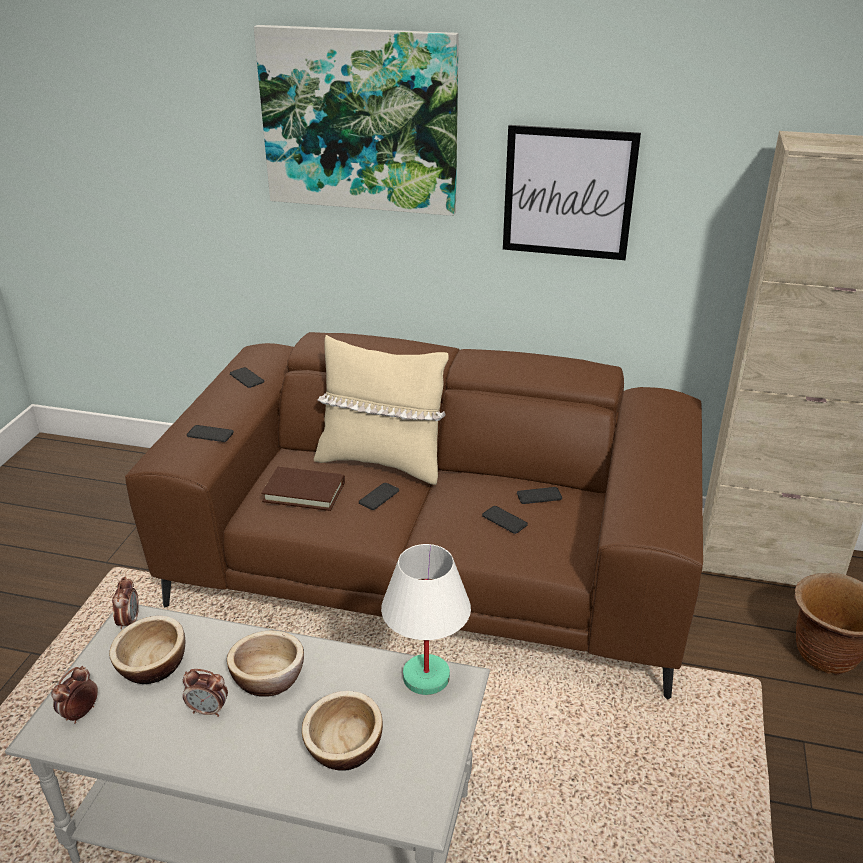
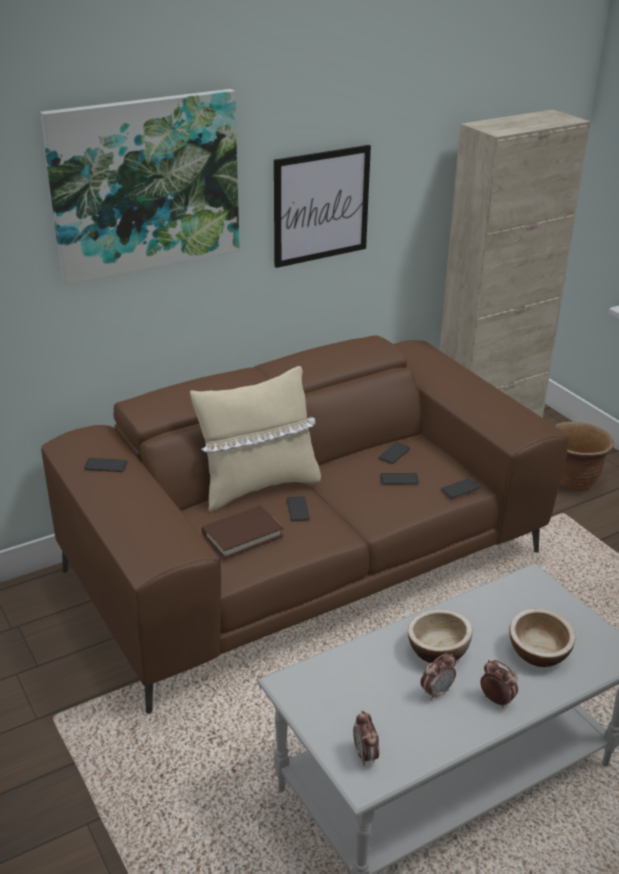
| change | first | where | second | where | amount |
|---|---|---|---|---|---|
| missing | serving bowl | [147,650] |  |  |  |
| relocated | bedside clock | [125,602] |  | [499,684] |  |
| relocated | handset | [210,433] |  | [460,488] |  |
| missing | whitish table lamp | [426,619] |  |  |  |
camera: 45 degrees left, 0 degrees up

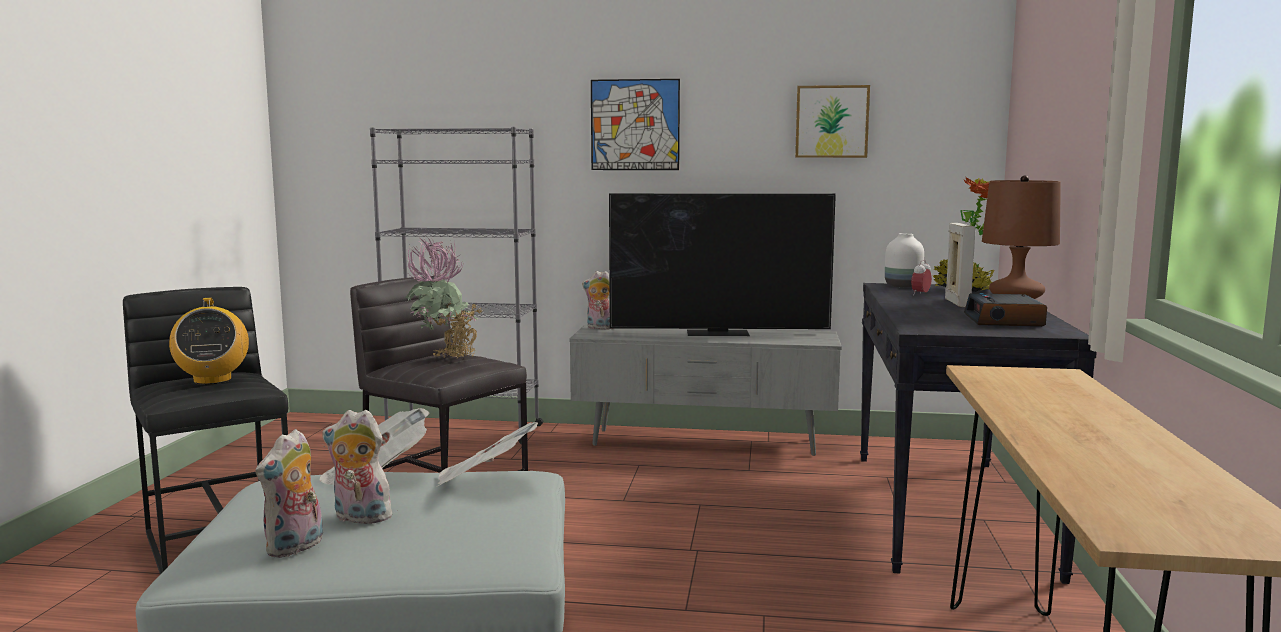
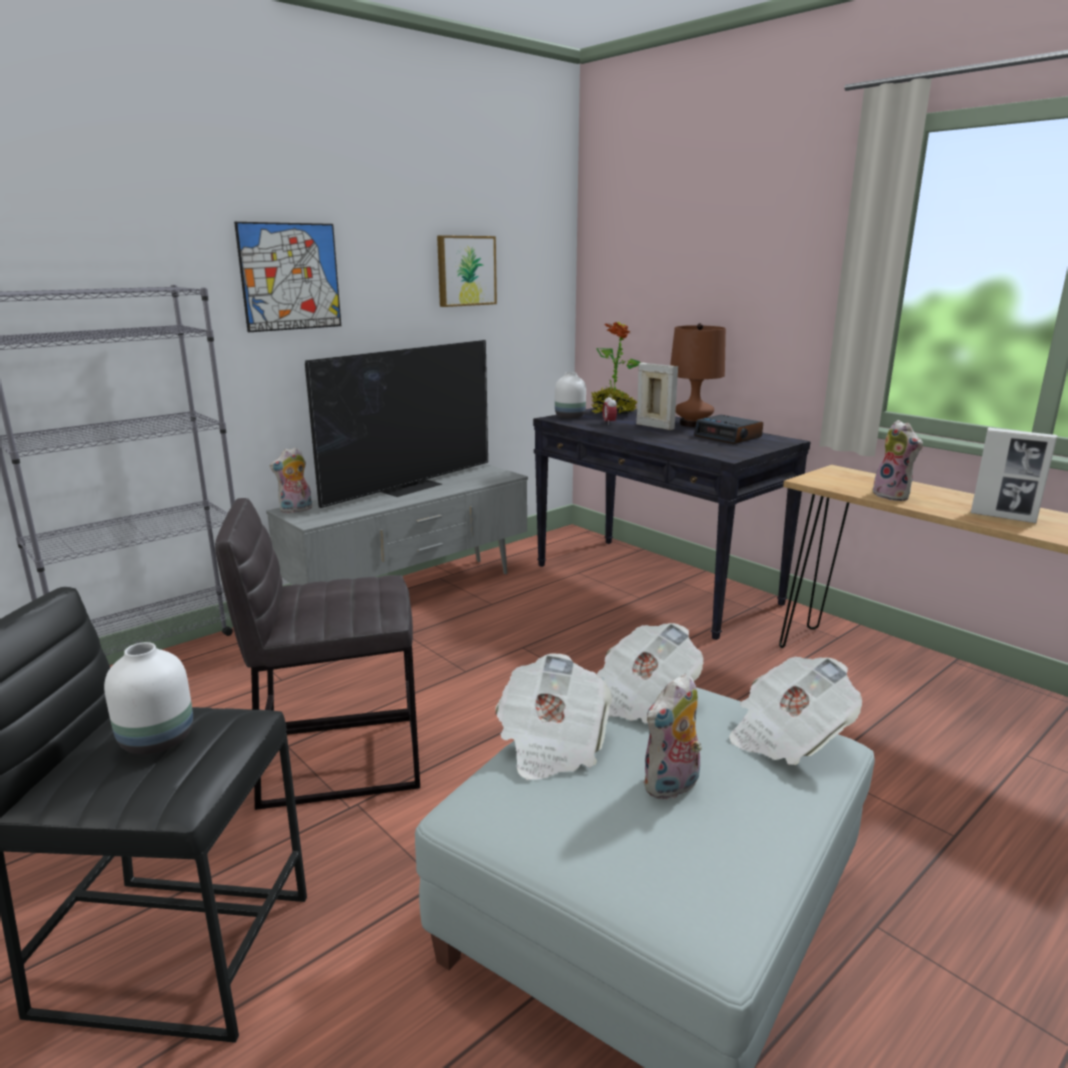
| change | first | where | second | where | amount |
|---|---|---|---|---|---|
| exchanged | radio set | [209,341] | whitish decorative vase | [148,698] |  |
| relocated | plush toy | [289,493] |  | [898,460] |  |
| missing | plant in a pot | [445,297] |  |  |  |
| appeared |  |  | printed paper | [795,711] |  |
| appeared |  |  | photo frame | [1013,475] |  |
camera: 50 degrees left, 10 degrees up

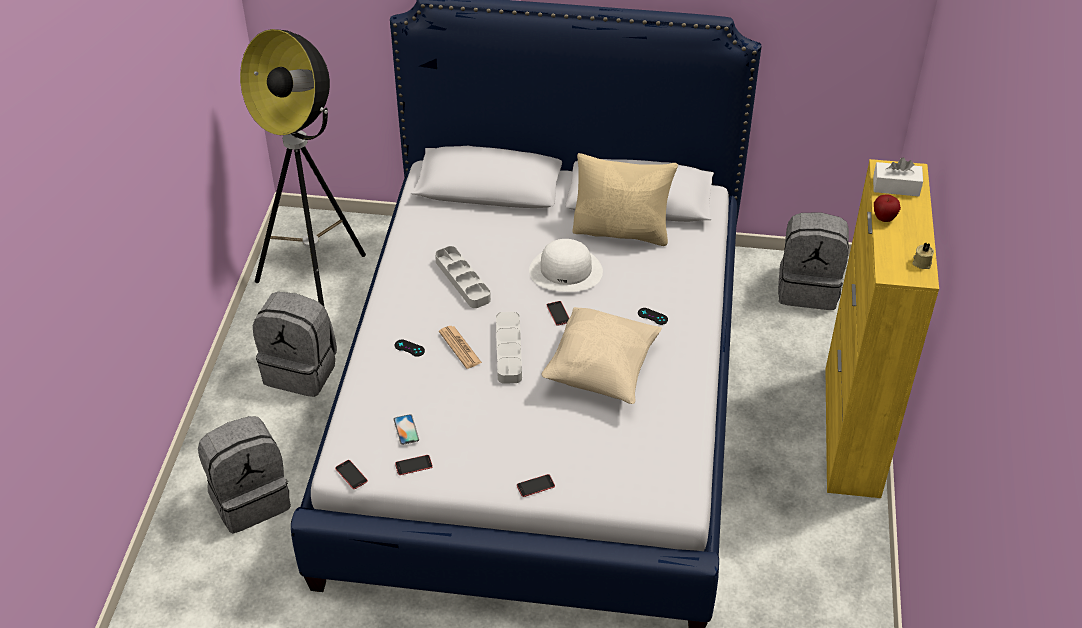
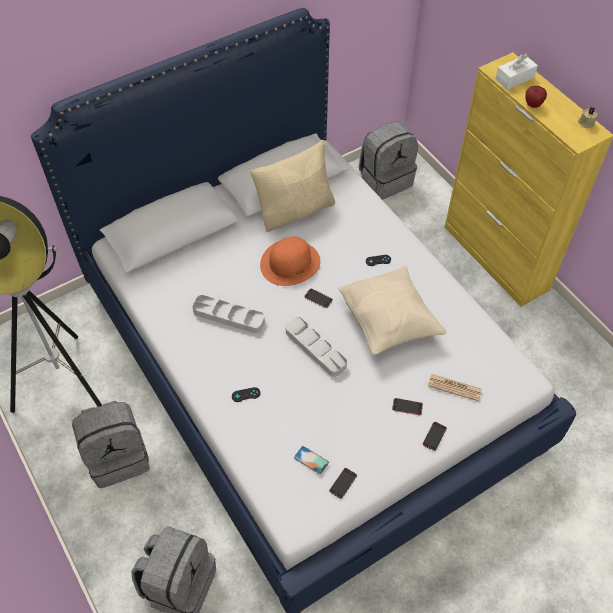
| change | first | where | second | where | amount |
|---|---|---|---|---|---|
| relocated | handset | [351,474] |  | [407,406] |  |
| relocated | printed paper | [460,347] |  | [455,387] |  |
| colour | whitish hat | [566,265] | orangey hat | [290,261] |  |
camera: 40 degrees left, 10 degrees up

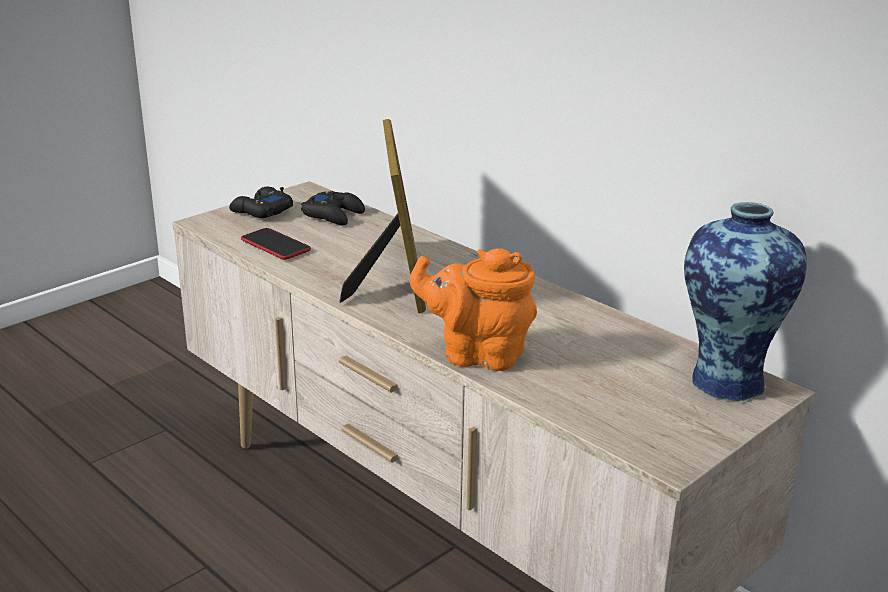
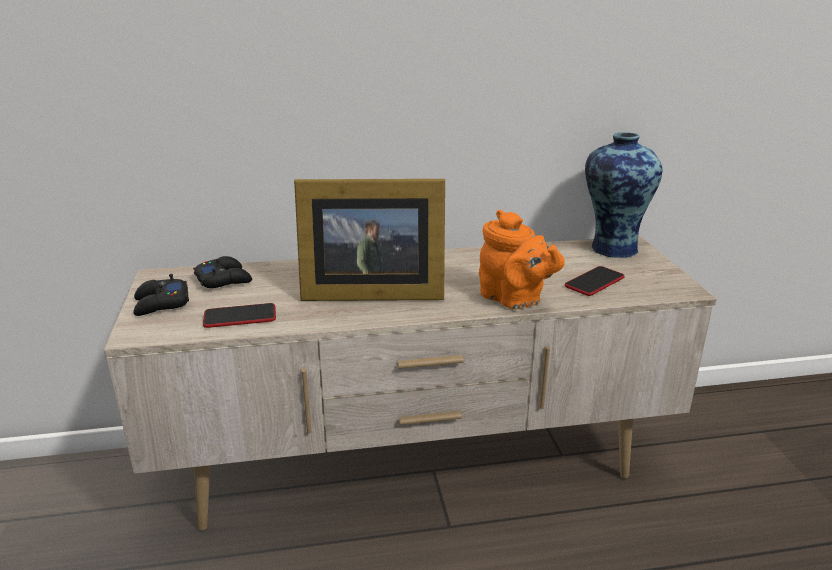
| change | first | where | second | where | amount |
|---|---|---|---|---|---|
| spun | photo frame | [382,216] |  | [369,240] | 150 degrees clockwise |
| spun | orangey tea pot | [473,309] |  | [522,259] | 90 degrees counterclockwise |
| appeared |  |  | handset | [595,281] |  |
camera: 55 degrees left, 0 degrees up

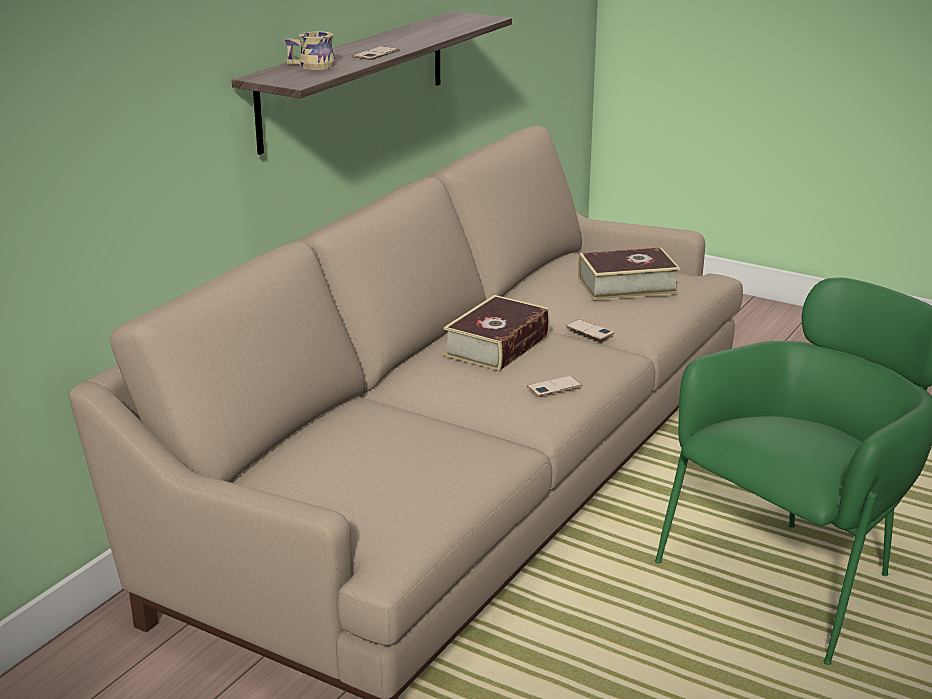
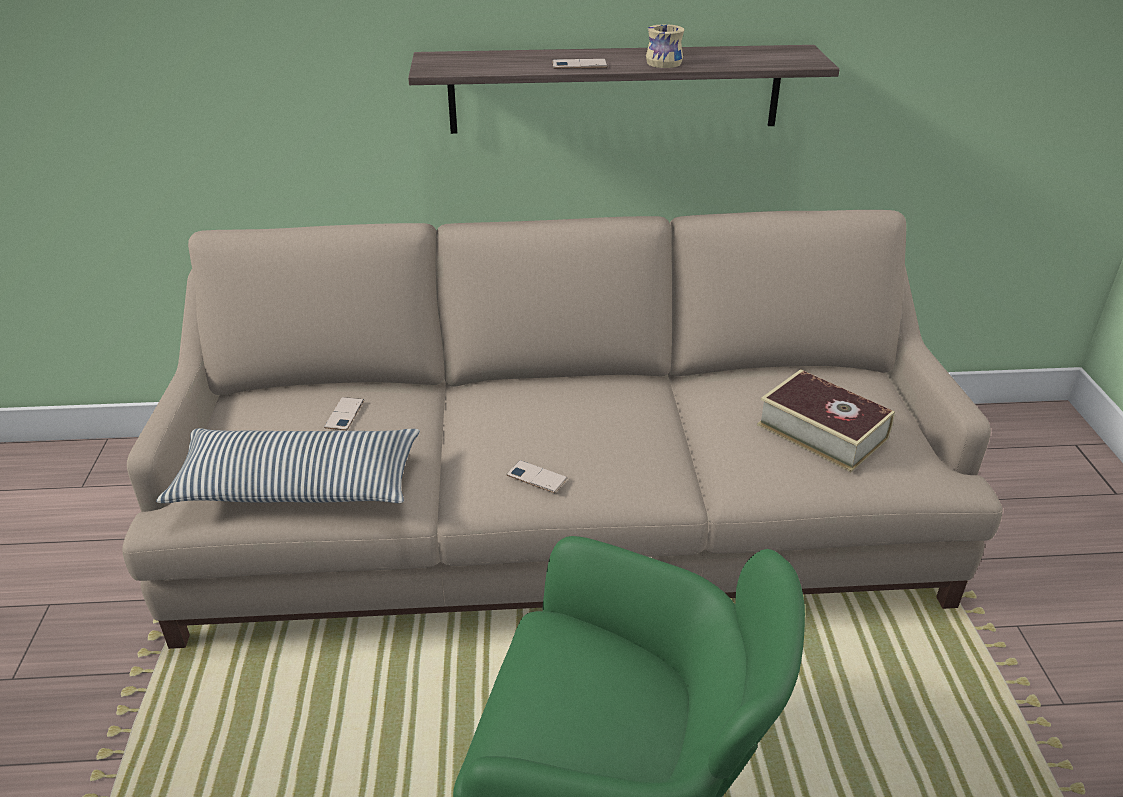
| change | first | where | second | where | amount |
|---|---|---|---|---|---|
| relocated | beige-coloured mug | [310,50] |  | [665,46] |  |
| missing | bound book | [496,333] |  |  |  |
| relocated | handset | [590,329] |  | [344,413] |  |
| appeared |  |  | throw pillow | [288,465] |  |
camera: 55 degrees right, 10 degrees up

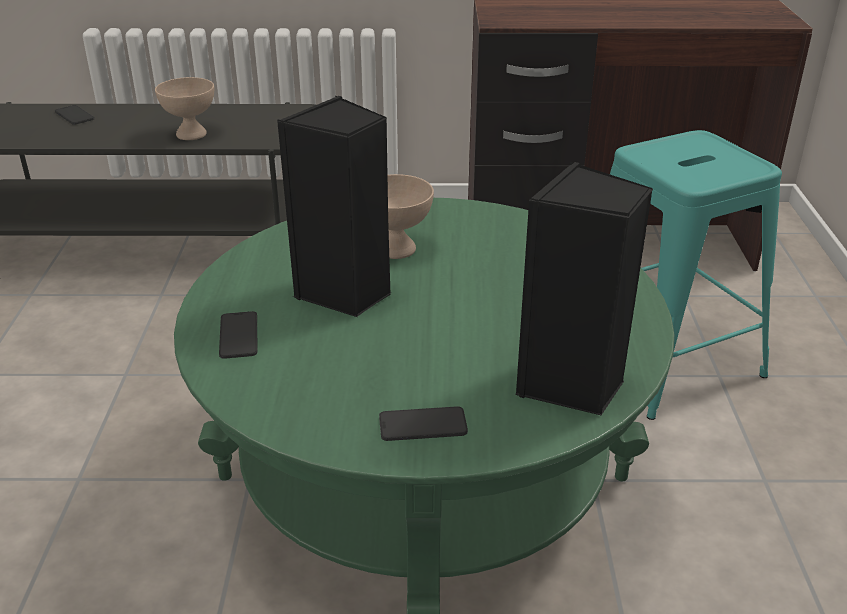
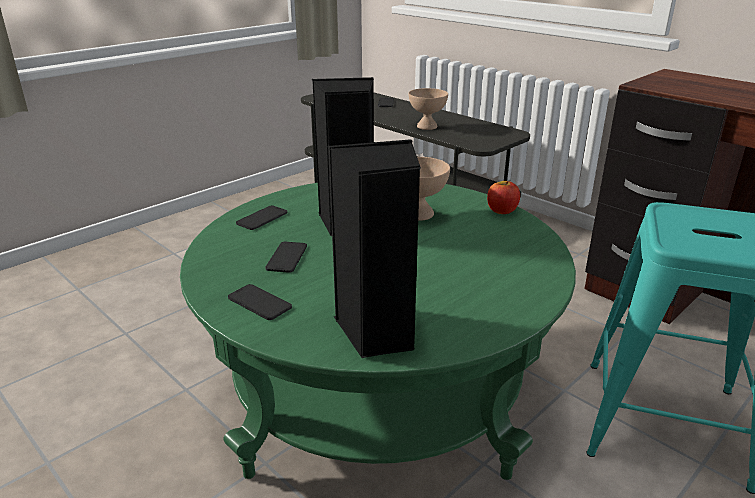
| change | first | where | second | where | amount |
|---|---|---|---|---|---|
| appeared |  |  | handset | [286,257] |  |
| appeared |  |  | apple | [503,197] |  |
camera: 45 degrees right, 5 degrees down

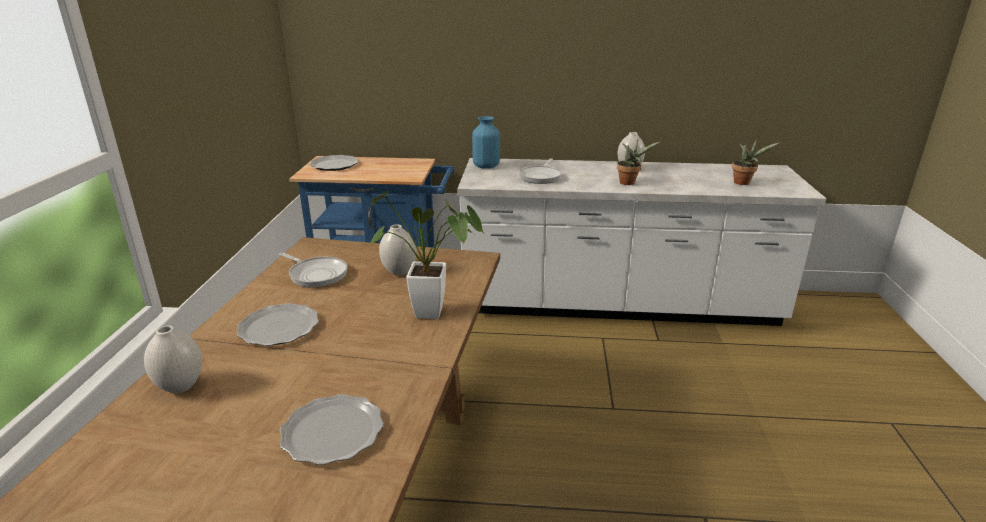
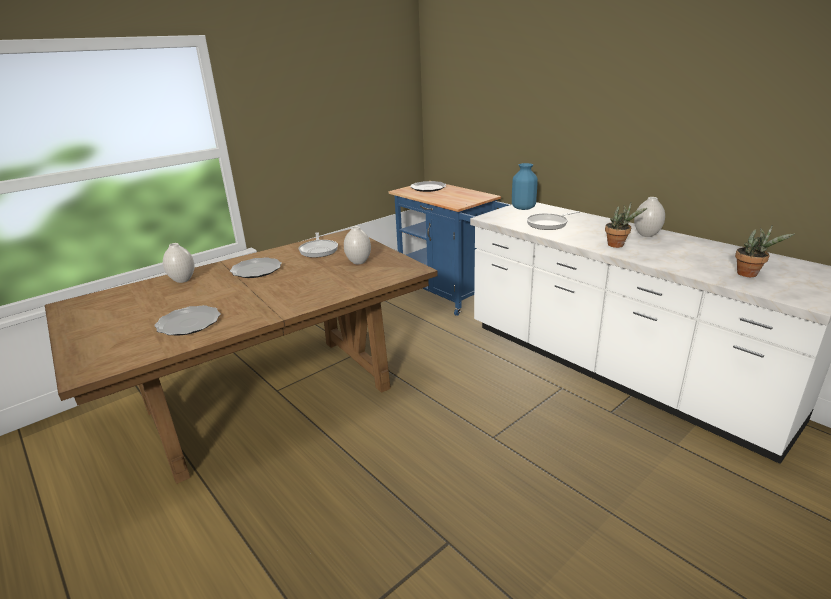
| change | first | where | second | where | amount |
|---|---|---|---|---|---|
| missing | plant in a pot | [426,254] |  |  |  |
camera: 45 degrees right, 0 degrees up

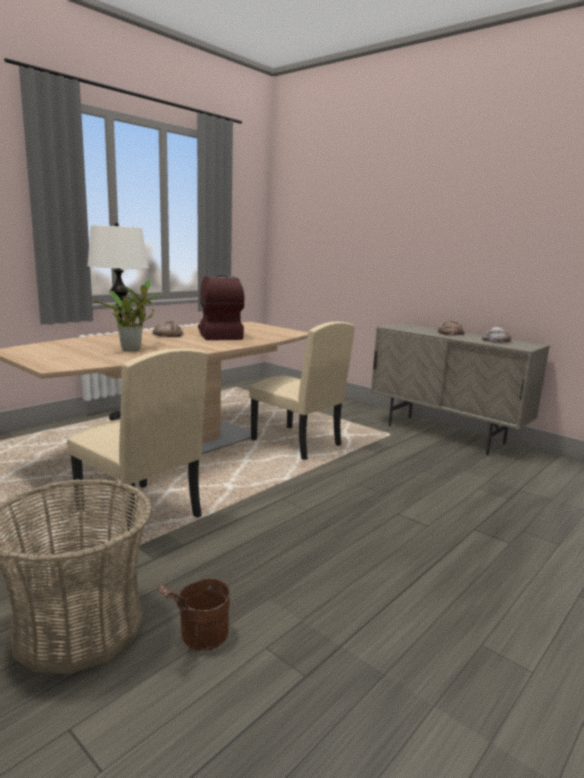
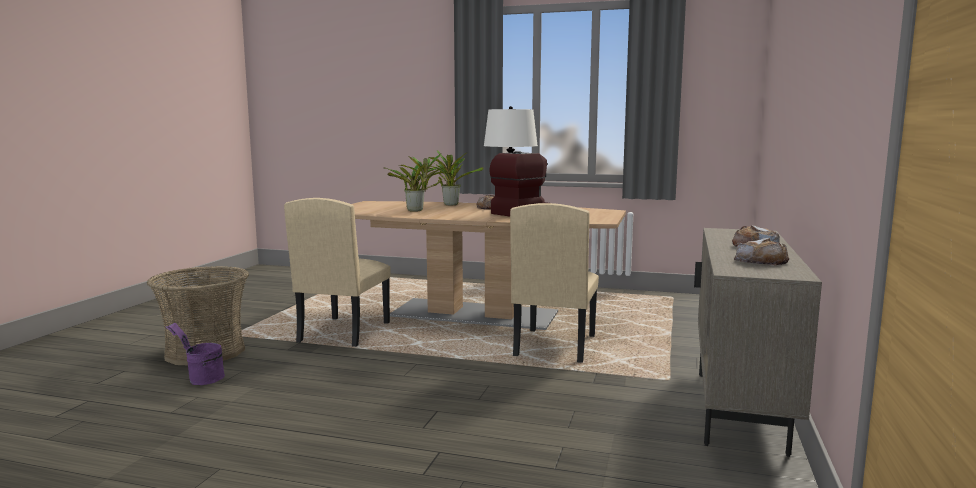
| change | first | where | second | where | amount |
|---|---|---|---|---|---|
| colour | brown water bucket | [193,614] | purplish water bucket | [195,354] |  |
| appeared |  |  | plant in a pot | [456,177] |  |
camera: 65 degrees right, 5 degrees down

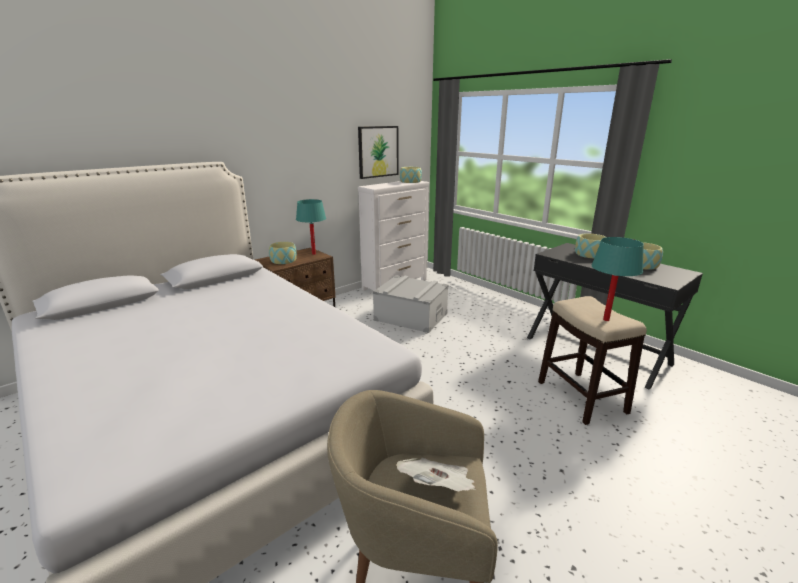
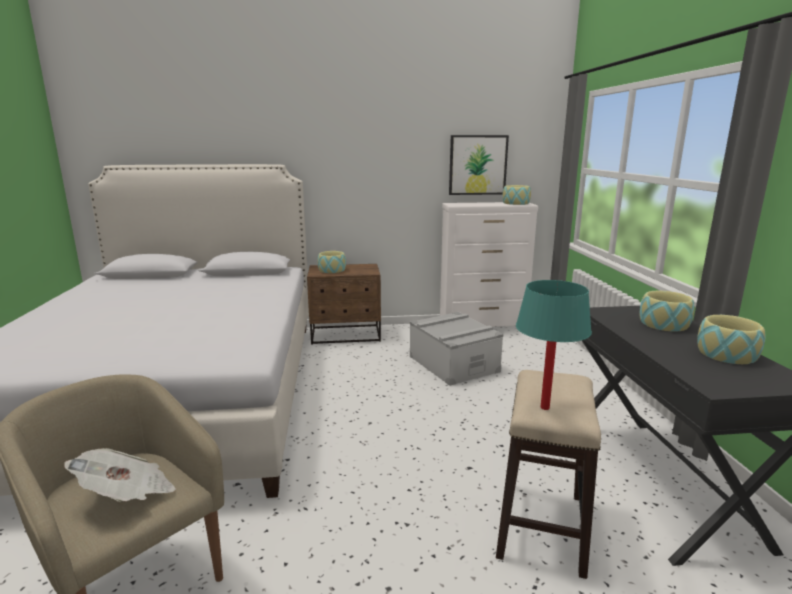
| change | first | where | second | where | amount |
|---|---|---|---|---|---|
| missing | blue-green table lamp | [311,227] |  |  |  |
camera: 35 degrees right, 5 degrees down

